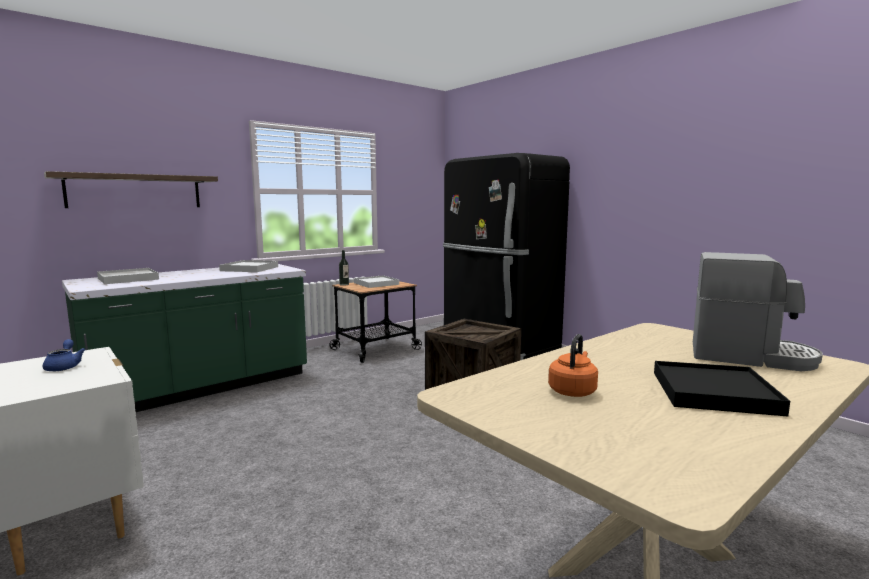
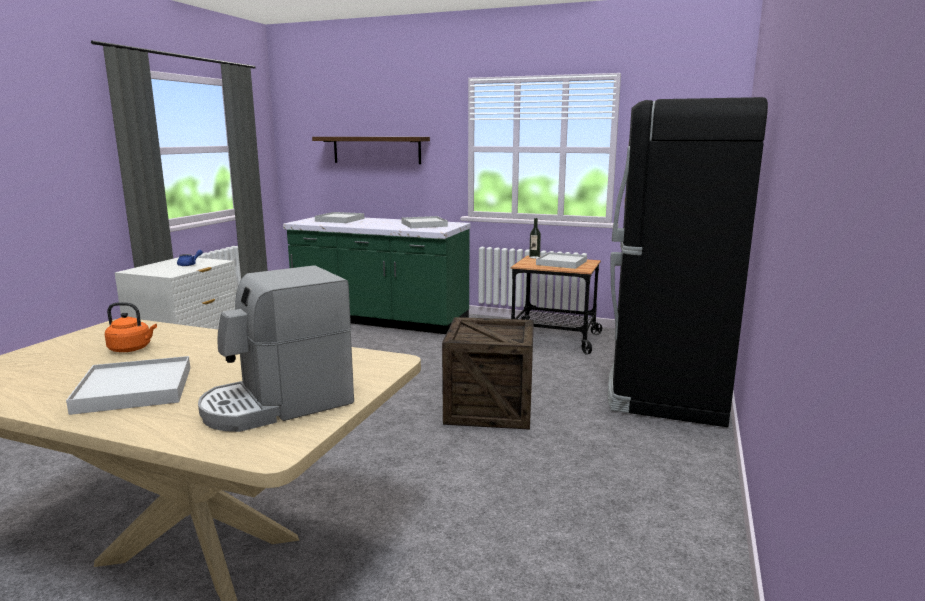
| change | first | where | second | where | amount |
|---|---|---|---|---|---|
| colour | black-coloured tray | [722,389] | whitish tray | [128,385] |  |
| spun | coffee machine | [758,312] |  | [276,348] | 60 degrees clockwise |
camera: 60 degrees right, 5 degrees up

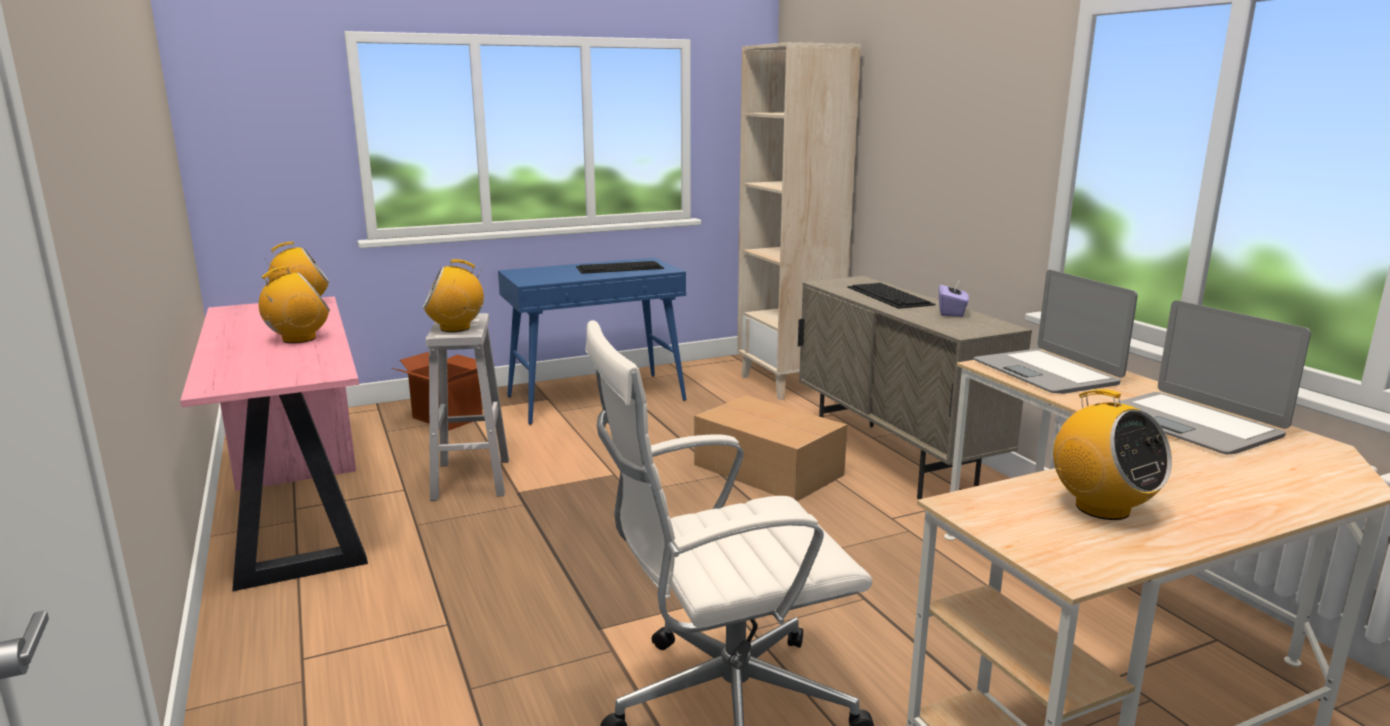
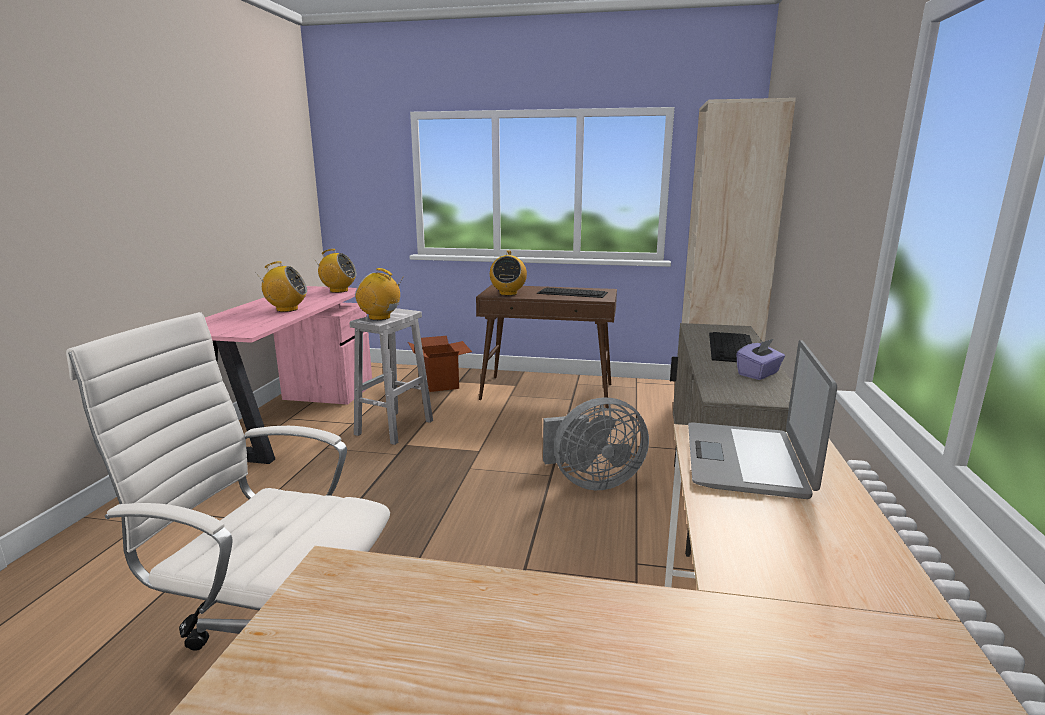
| change | first | where | second | where | amount |
|---|---|---|---|---|---|
| colour | blue console table | [592,341] | brown console table | [546,346] |  |
| exchanged | cardboard box | [770,448] | gray fan | [596,444] |  |
| relocated | radio set | [1110,454] |  | [508,273] |  |
| missing | laptop | [1213,377] |  |  |  |
camera: 35 degrees right, 0 degrees up

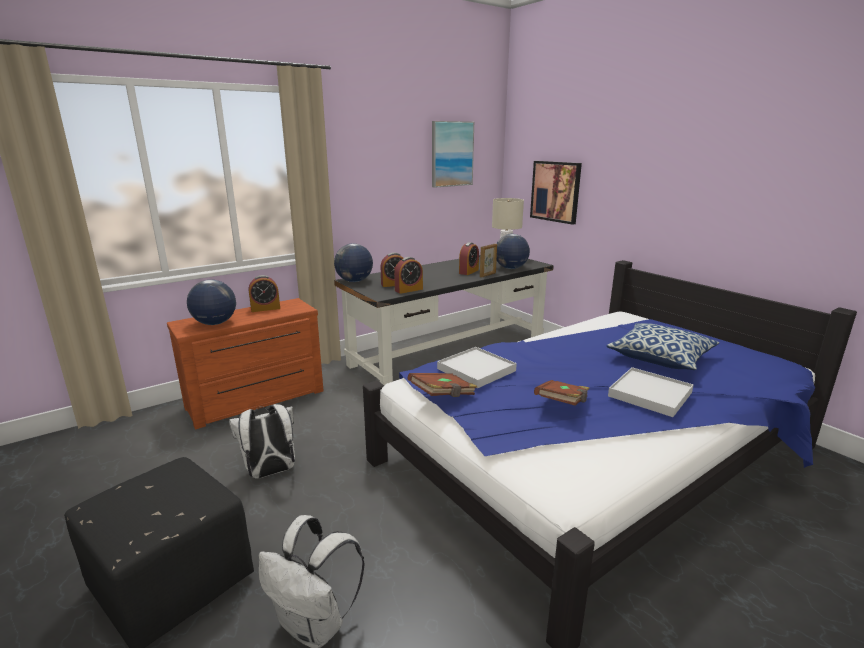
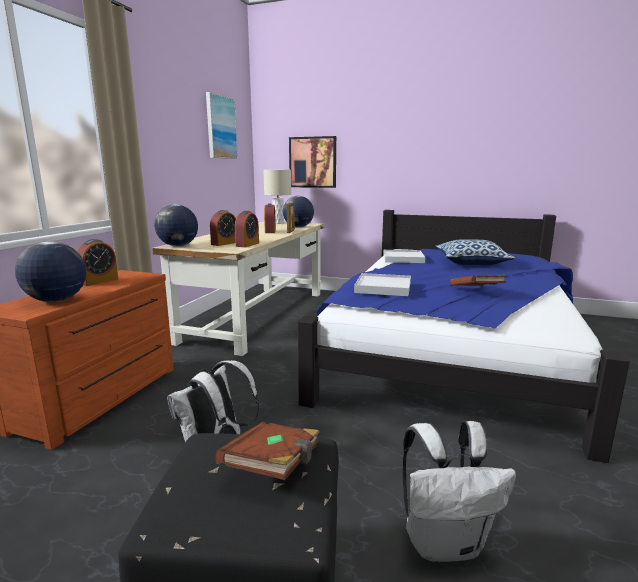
| change | first | where | second | where | amount |
|---|---|---|---|---|---|
| colour | black-coloured desk | [444,320] | beige-coloured desk | [238,288] |  |
| relocated | brown bound book | [442,385] |  | [267,451] |  |
| relocated | whitish tray | [651,392] |  | [404,256] |  |
camera: 35 degrees left, 5 degrees down

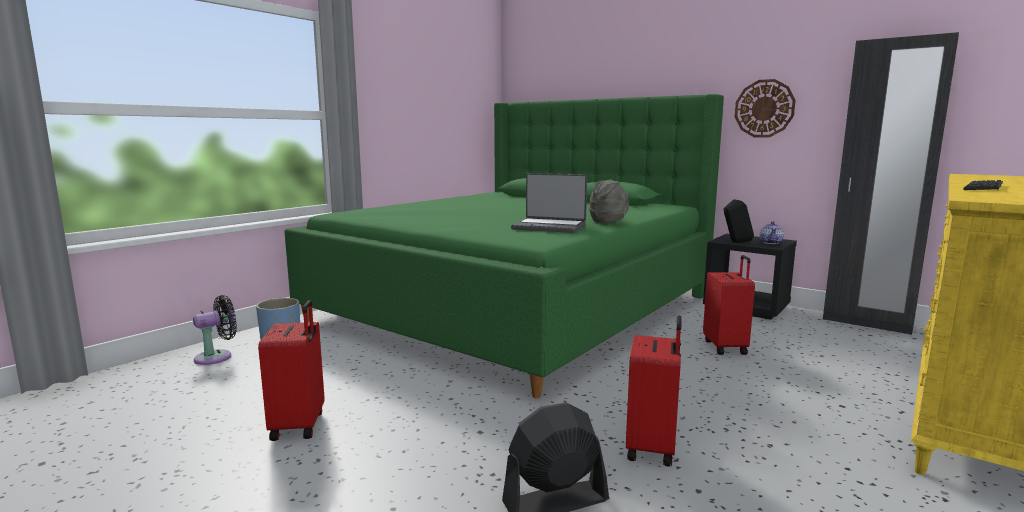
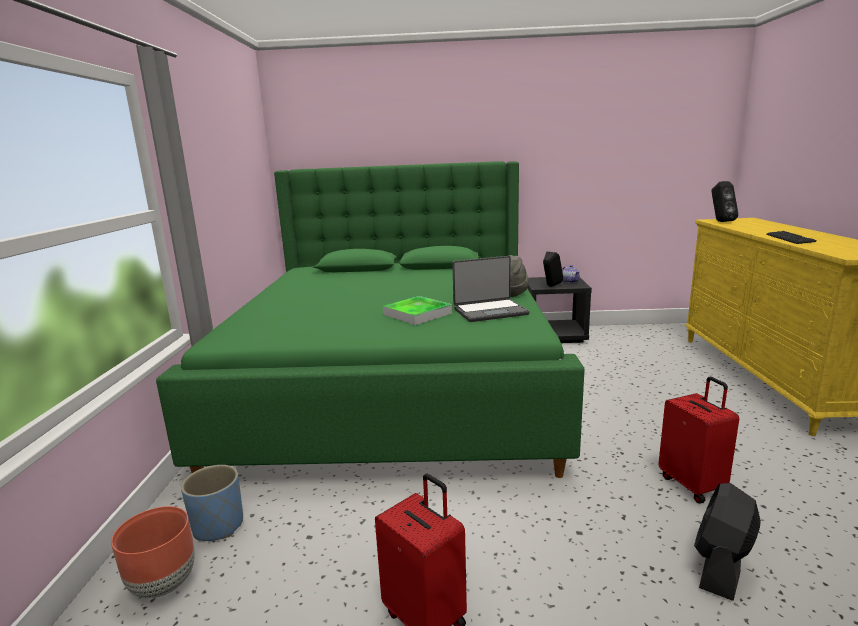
| change | first | where | second | where | amount |
|---|---|---|---|---|---|
| exchanged | black-coloured fan | [215,330] | brown plant pot | [153,552] |  |
| missing | red-coloured piece of luggage | [729,305] |  |  |  |
| missing | wall clock | [765,108] |  |  |  |
| missing | black-coloured clothes cupboard | [891,183] |  |  |  |
| appeared |  |  | tray | [417,310] |  |
| appeared |  |  | black-coloured audio speaker | [724,201] |  |
camera: 35 degrees left, 5 degrees up

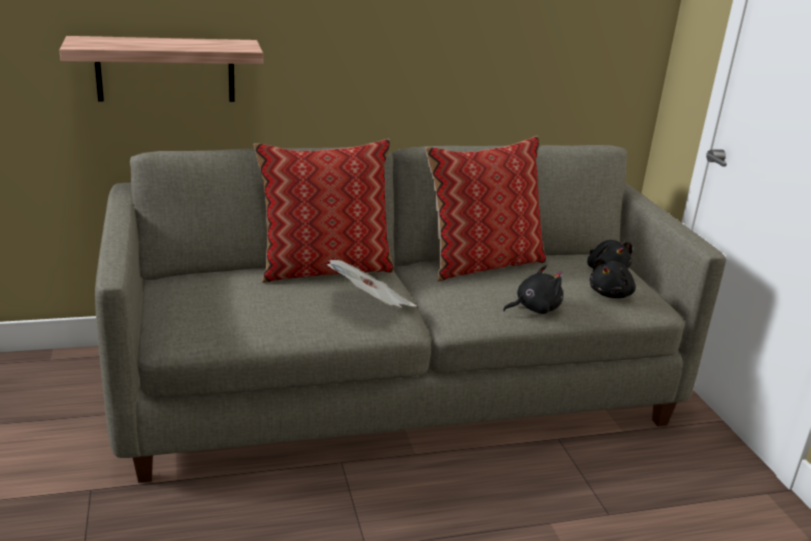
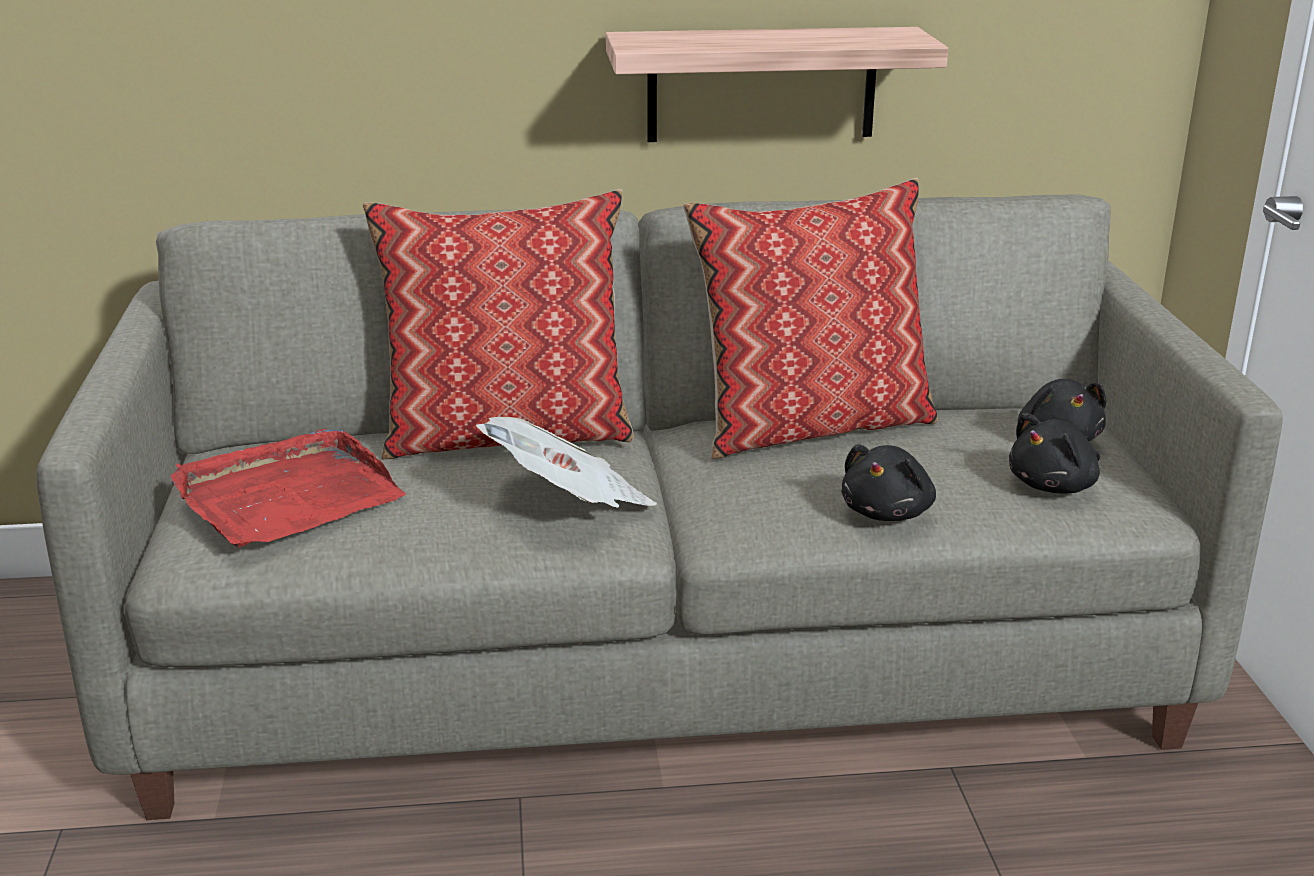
| change | first | where | second | where | amount |
|---|---|---|---|---|---|
| relocated | shelf | [161,69] |  | [777,84] |  |
| spun | black-coloured plush toy | [533,289] |  | [888,482] | 135 degrees clockwise |
| appeared |  |  | red-coloured tray | [288,488] |  |
camera: 10 degrees right, 0 degrees up

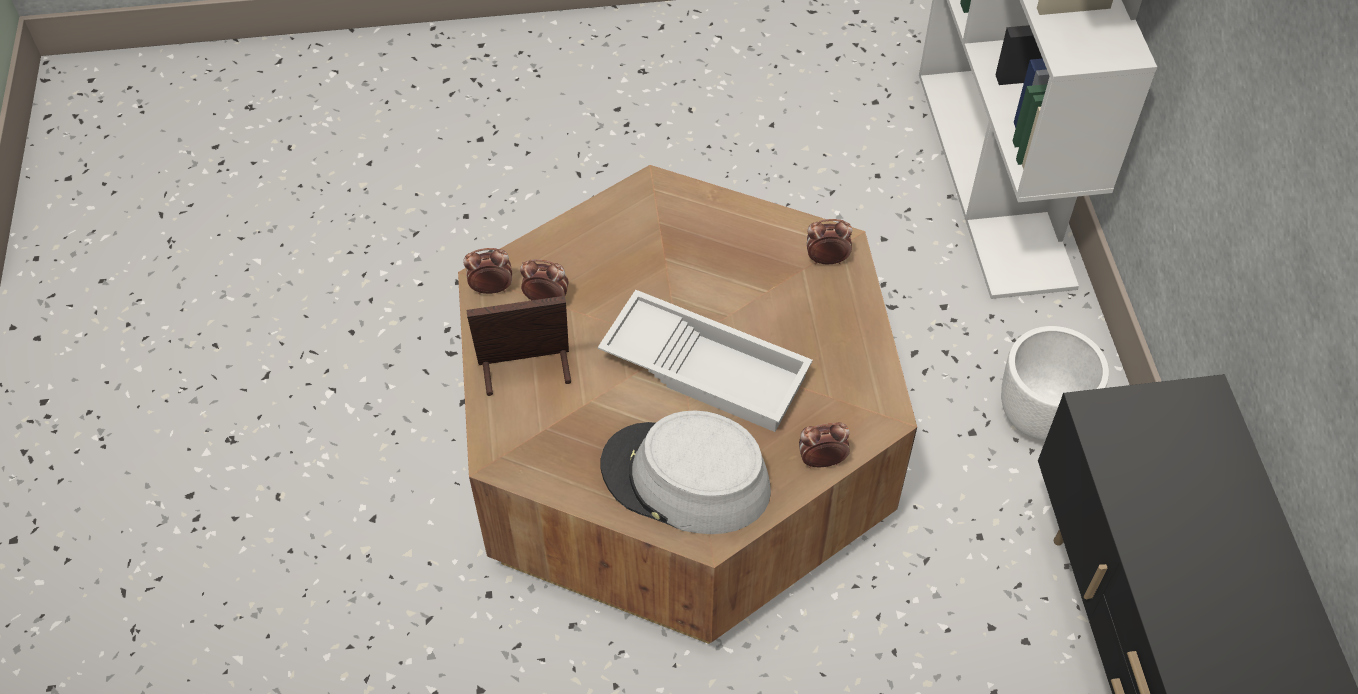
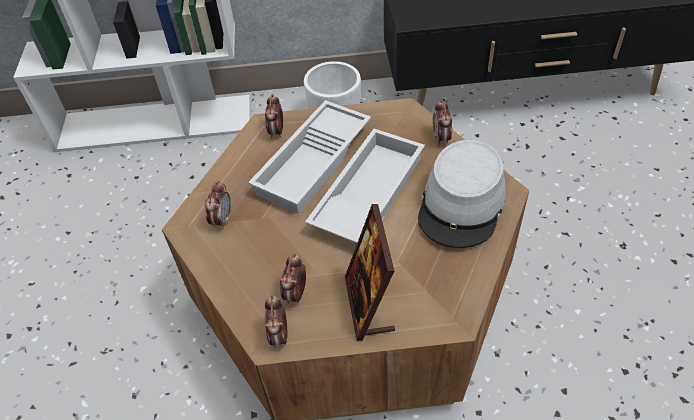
| change | first | where | second | where | amount |
|---|---|---|---|---|---|
| appeared |  |  | bedside clock | [218,205] |  |
| appeared |  |  | whitish tray | [309,157] |  |
camera: 85 degrees left, 5 degrees down

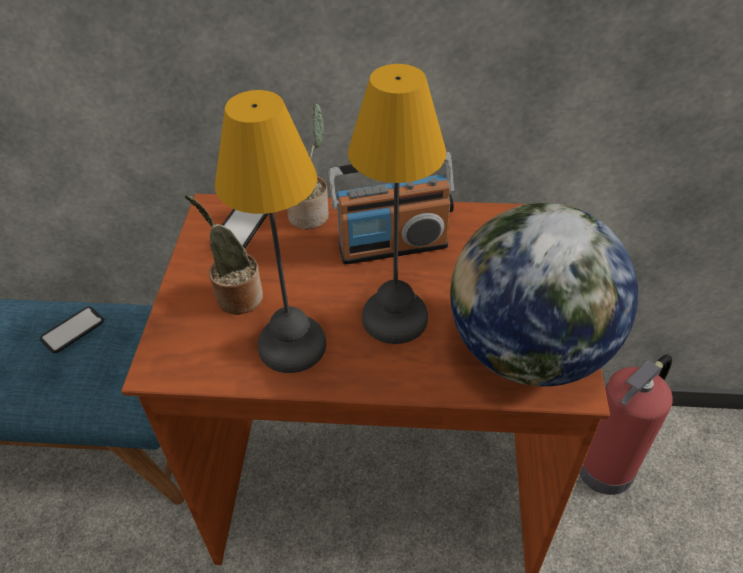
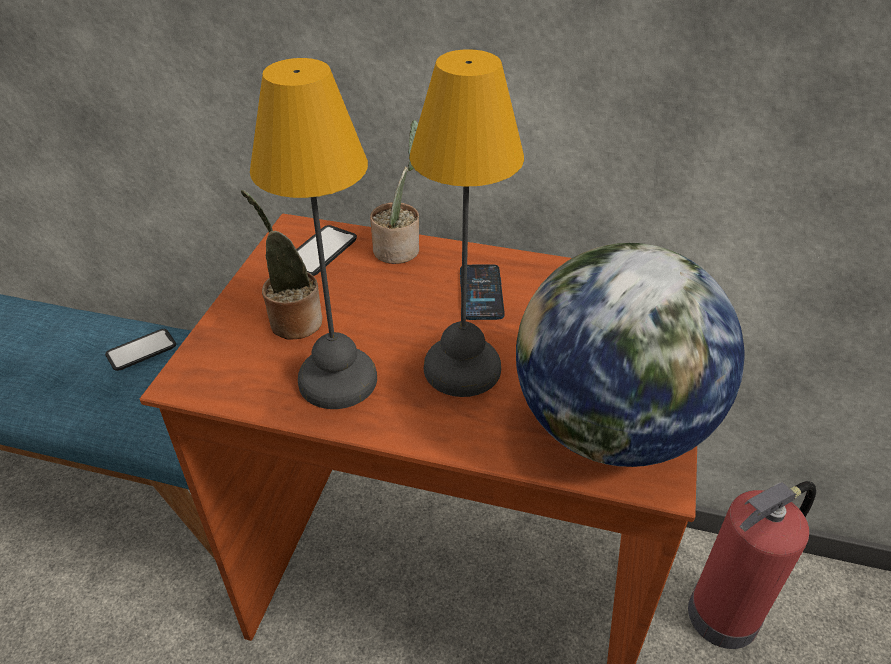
| change | first | where | second | where | amount |
|---|---|---|---|---|---|
| exchanged | radio set | [391,208] | handset | [482,292] |  |
camera: 10 degrees right, 5 degrees down

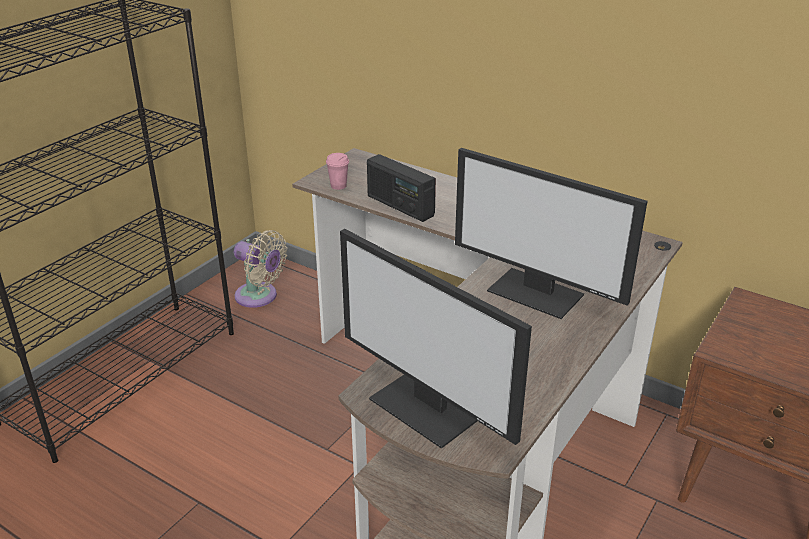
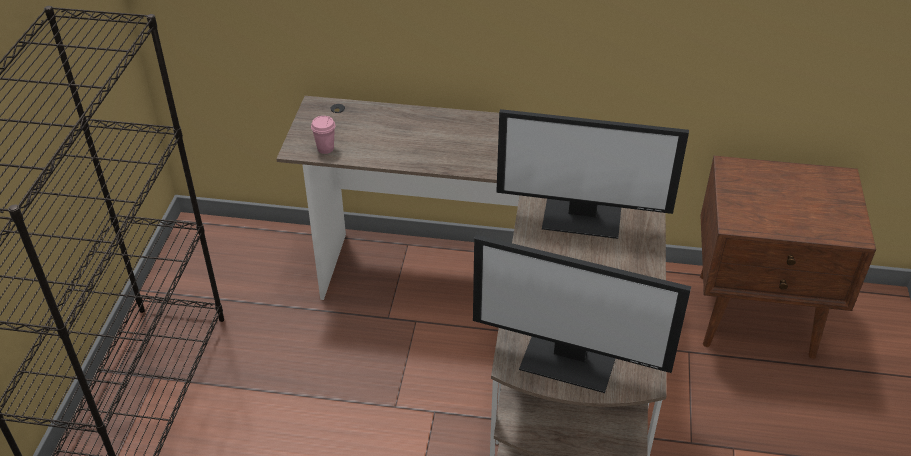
| change | first | where | second | where | amount |
|---|---|---|---|---|---|
| missing | beige-coloured fan | [260,269] |  |  |  |
| missing | radio set | [401,188] |  |  |  |
camera: 25 degrees left, 10 degrees up

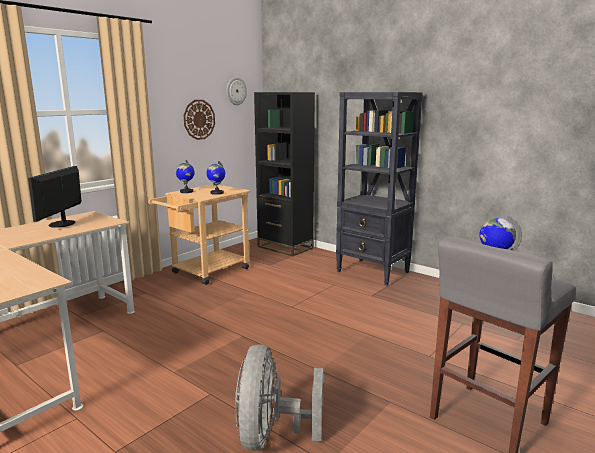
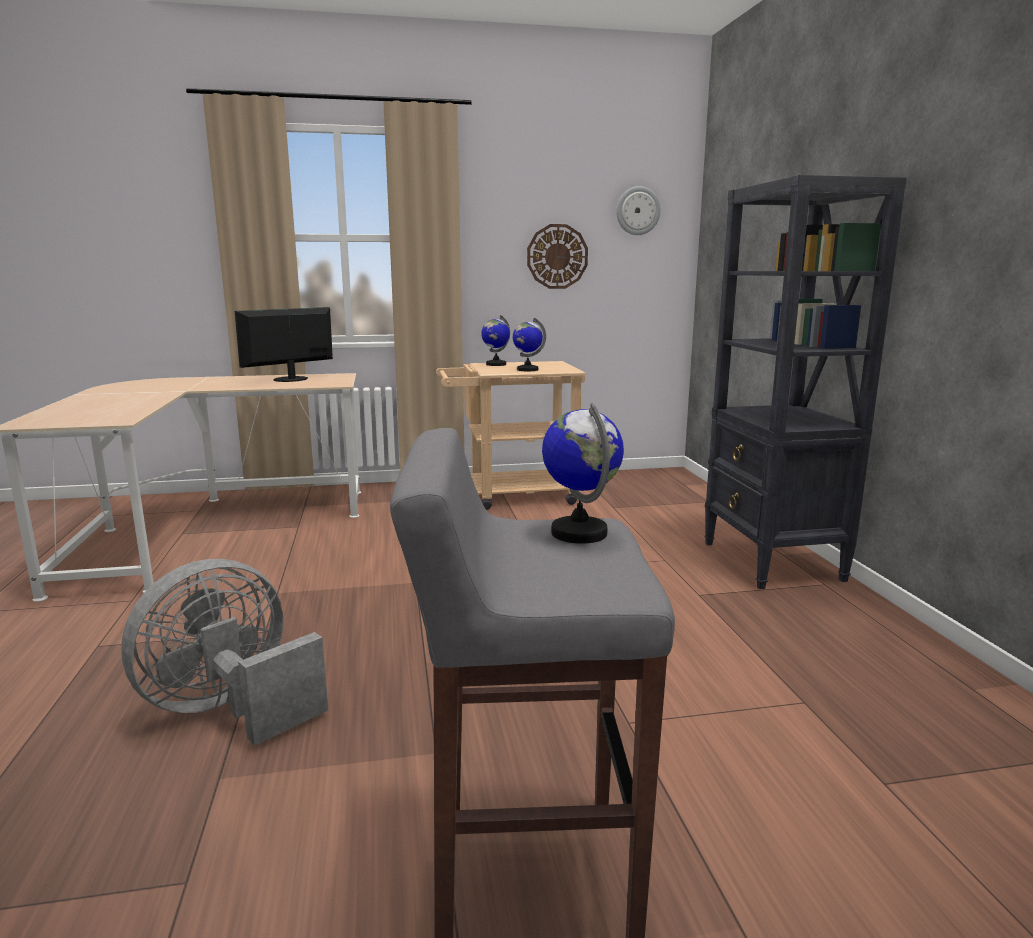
| change | first | where | second | where | amount |
|---|---|---|---|---|---|
| missing | black-coloured shelving unit | [284,174] |  |  |  |
camera: 40 degrees right, 0 degrees up

